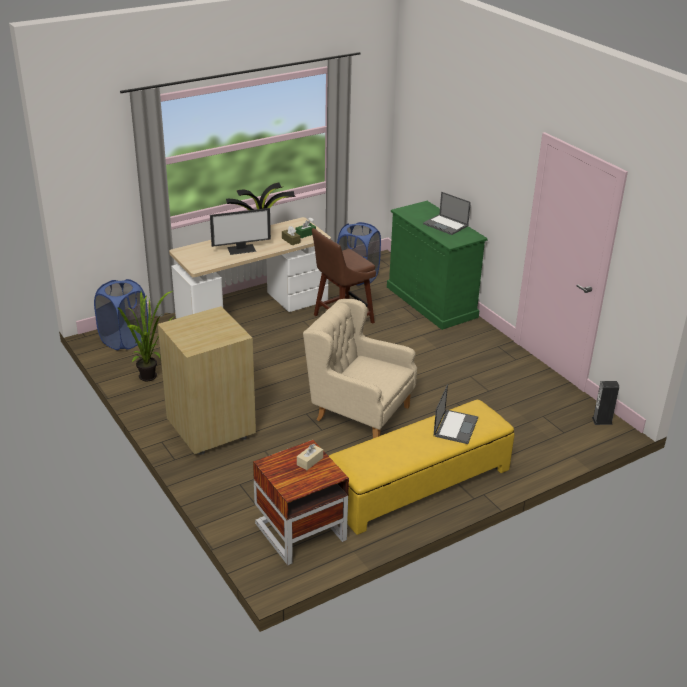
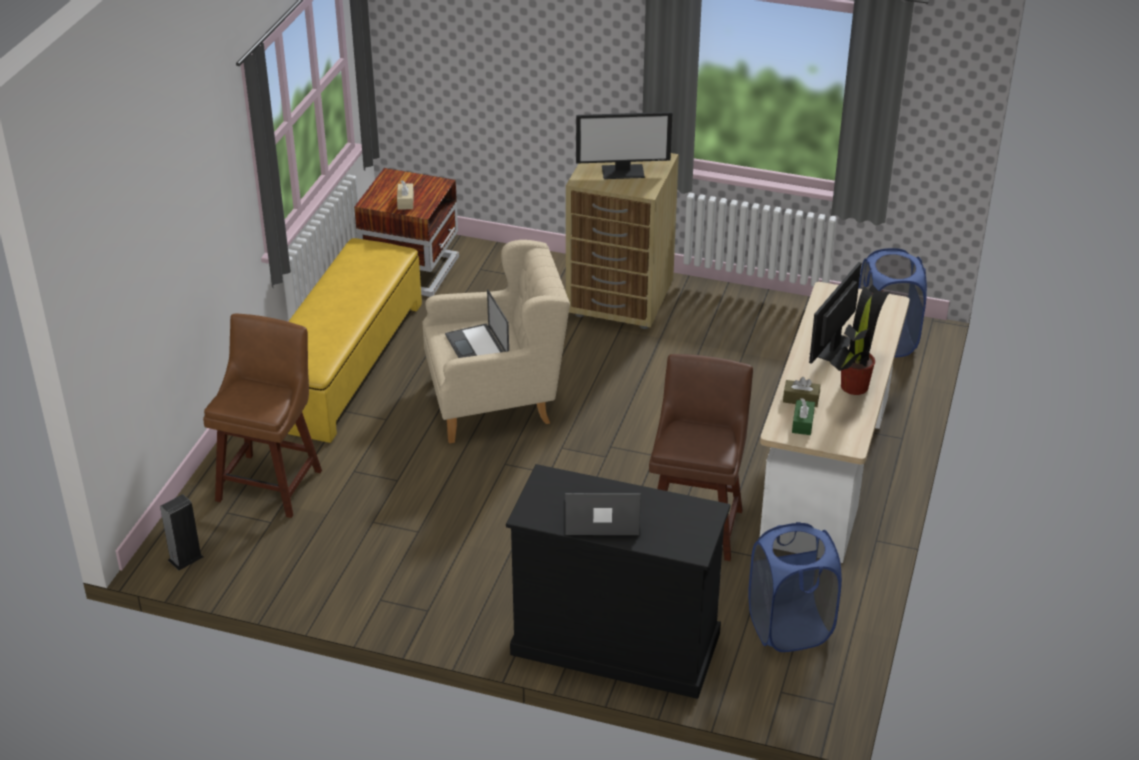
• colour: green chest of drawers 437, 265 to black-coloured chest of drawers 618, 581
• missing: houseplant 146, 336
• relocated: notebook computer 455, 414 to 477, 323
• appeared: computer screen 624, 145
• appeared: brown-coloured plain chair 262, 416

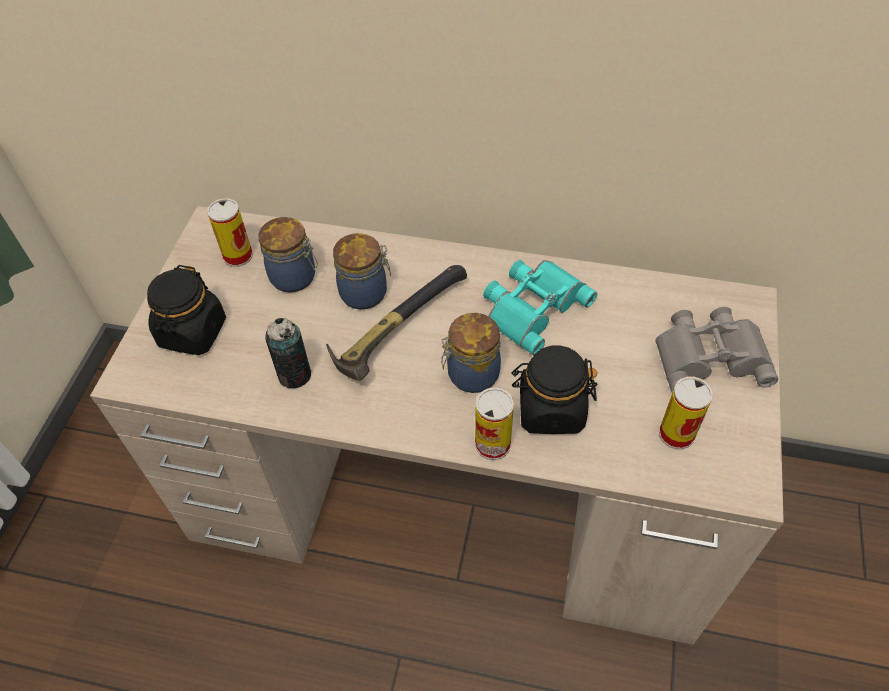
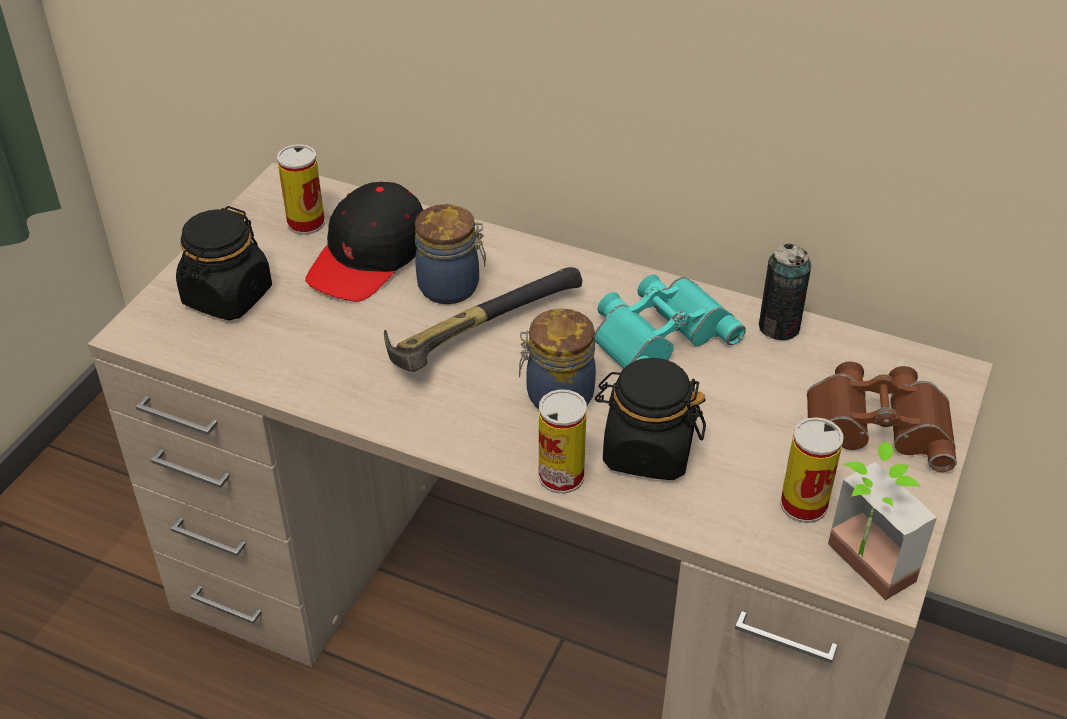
• exchanged: jar 288, 255 to black-coloured peaked cap 364, 242
• colour: gray binoculars 716, 350 to brown-coloured binoculars 882, 416
• relocated: metal can 288, 353 to 785, 291
• appeared: houseplant 882, 520

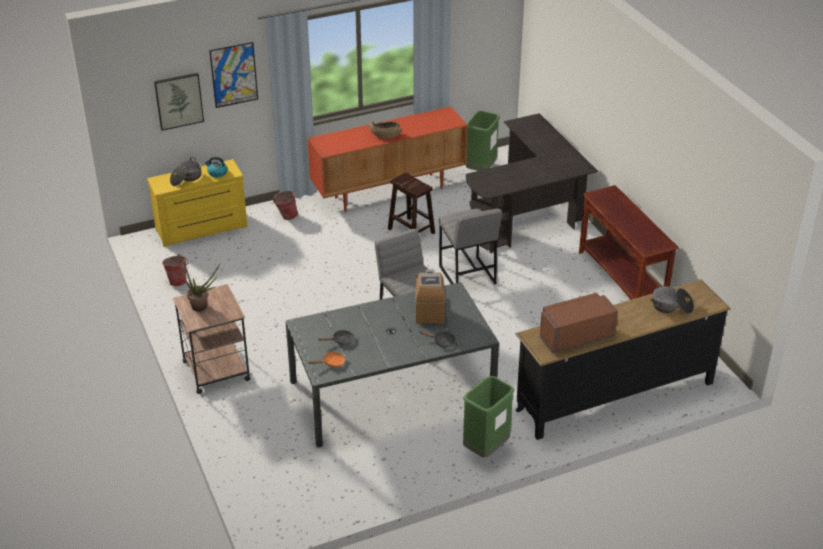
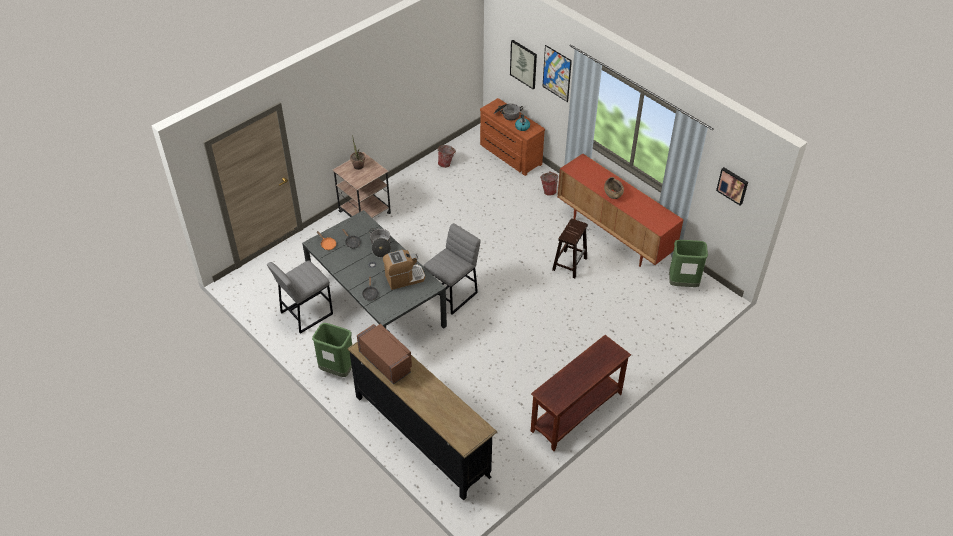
• missing: black-coloured desk unit 532, 183
• colour: yellowish chest of drawers 197, 203 to brown-coloured chest of drawers 512, 137
• relocated: gray stool seat 470, 246 to 299, 297
• relocated: cooking pot 672, 300 to 380, 242
• appeared: picture 732, 186

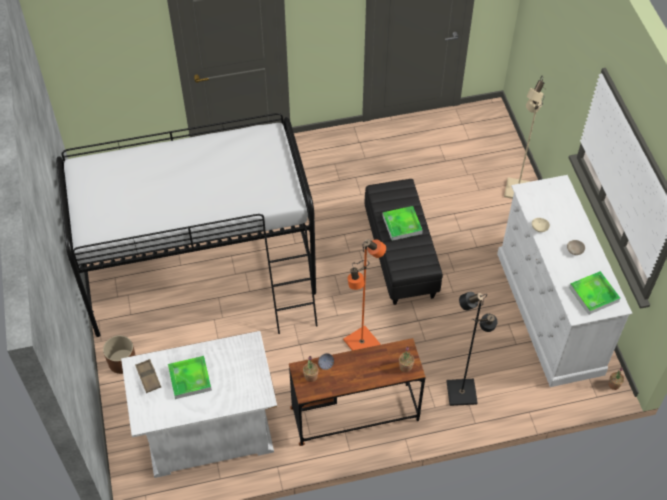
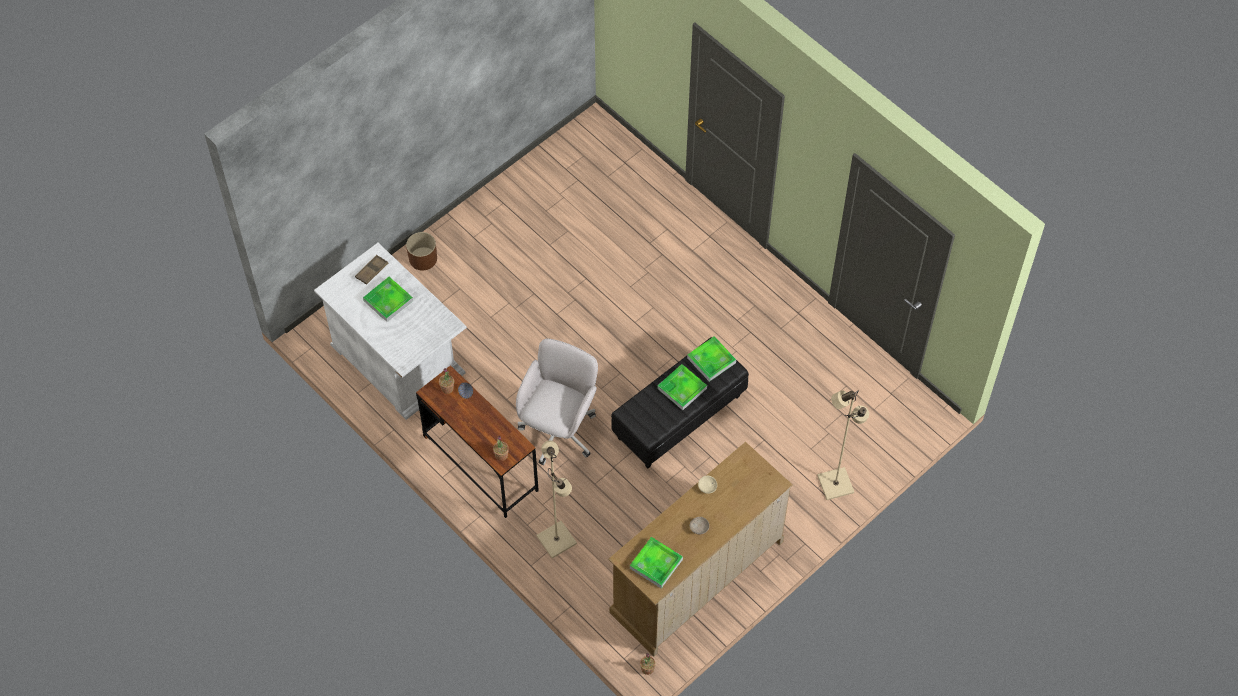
• missing: black-coloured sleeping bed 187, 225
• colour: white chest of drawers 564, 281 to brown-coloured chest of drawers 700, 549
• exchanged: orange-coloured standard lamp 364, 294 to white computer chair 557, 401
• colour: black-coloured standard lamp 471, 349 to beige standard lamp 557, 499
• appeared: tray 711, 359

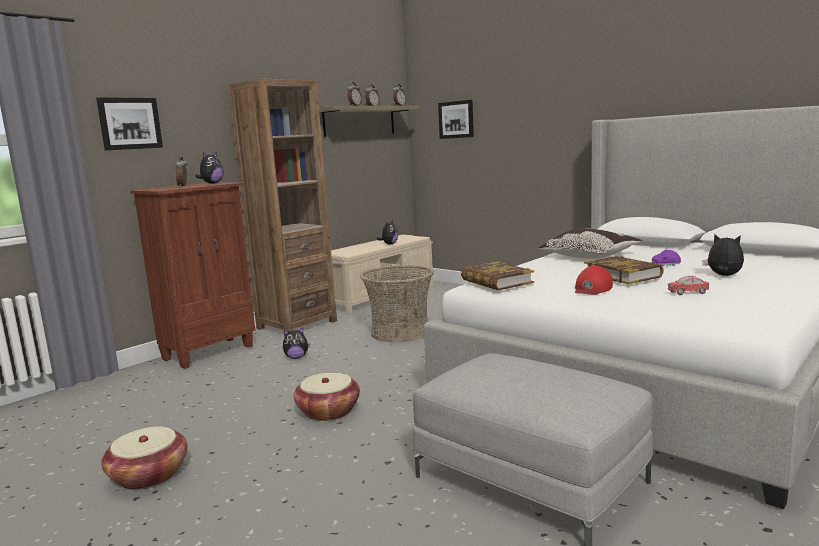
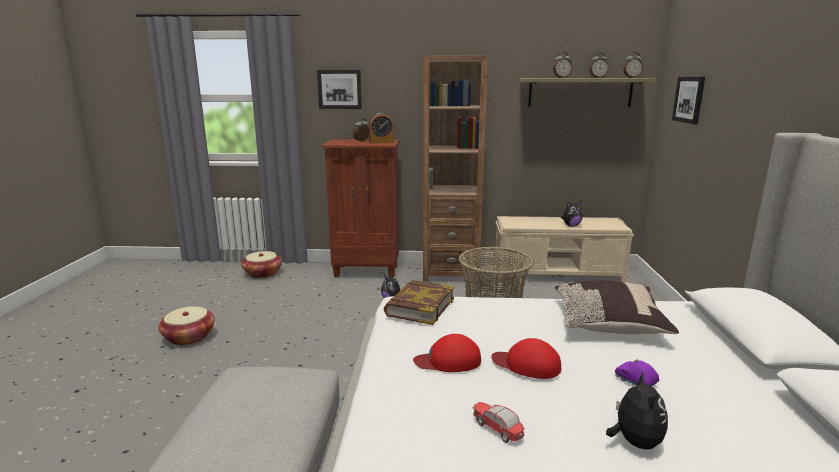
• exchanged: cuddly toy 209, 167 to alarm clock 381, 128
• exchanged: bound book 624, 270 to red-coloured peaked cap 526, 358
• relocated: household basket 327, 397 to 261, 264

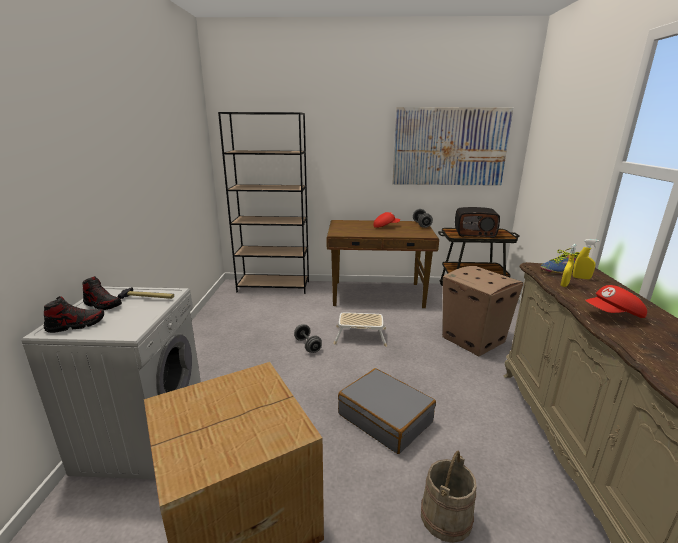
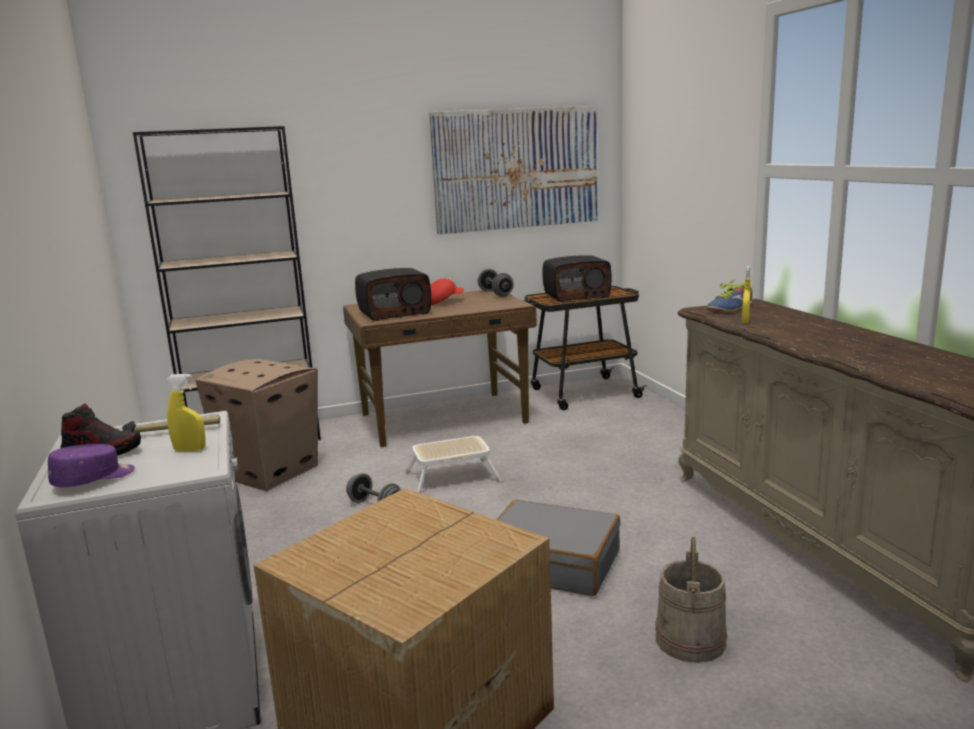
• relocated: yellowish spray bottle 586, 259 to 186, 412
• relocated: packing box 483, 311 to 256, 425
• missing: red-coloured peaked cap 616, 301
• exchanged: low shoe 74, 314 to purple-coloured peaked cap 91, 465
• appeared: radio 393, 294

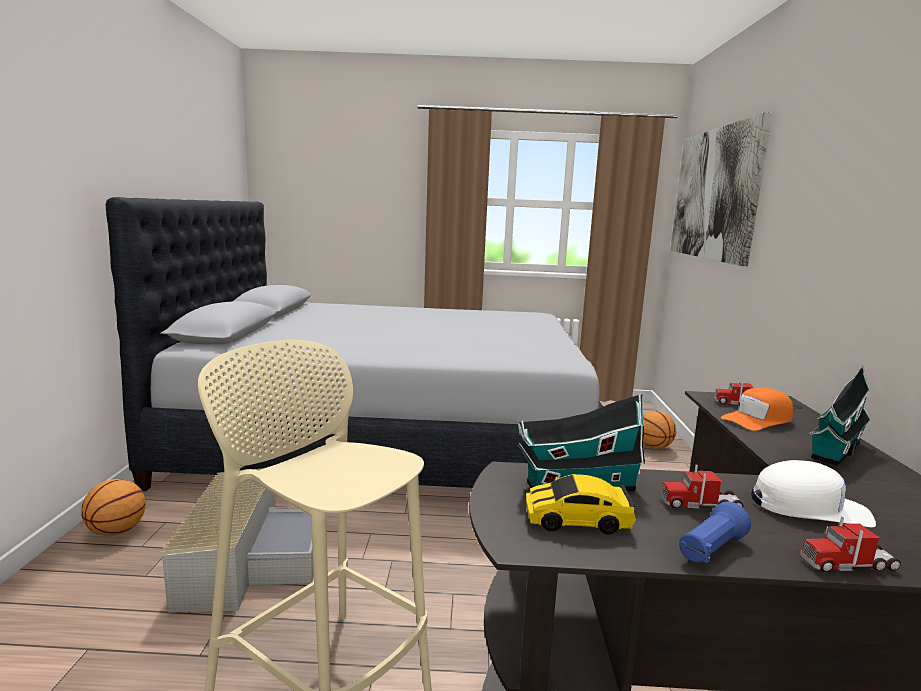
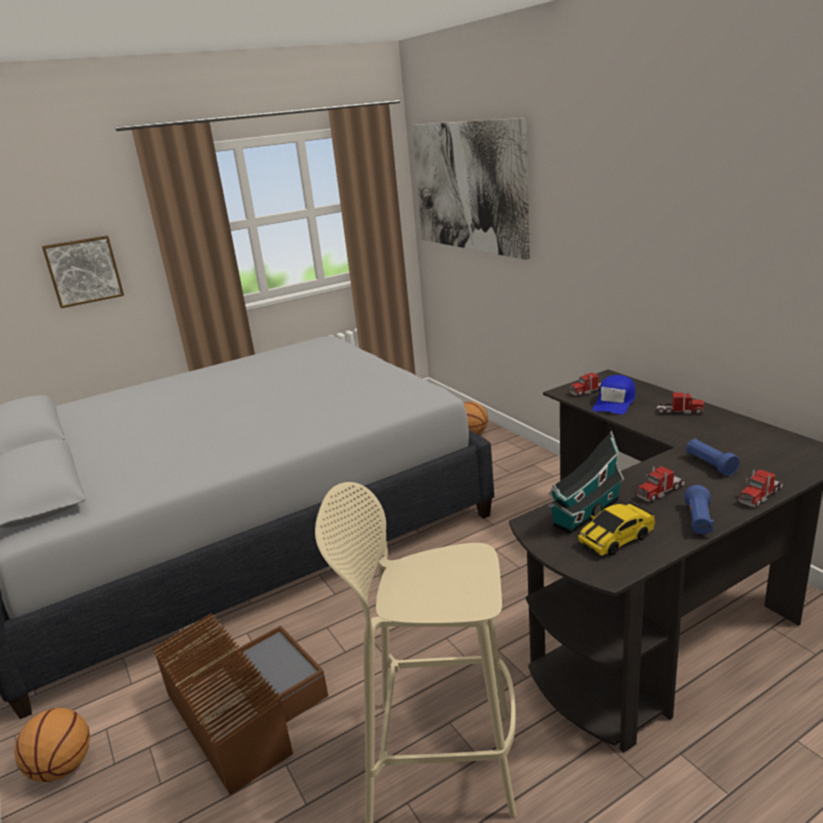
• exchanged: model house 840, 416 to toy lorry 680, 401
• colour: orange-coloured peaked cap 757, 409 to blue-coloured peaked cap 614, 394
• exchanged: white peaked cap 813, 493 to blue-coloured torch 713, 457
• colour: gray storage bin 237, 540 to brown-coloured storage bin 240, 704
• appeared: picture 83, 272

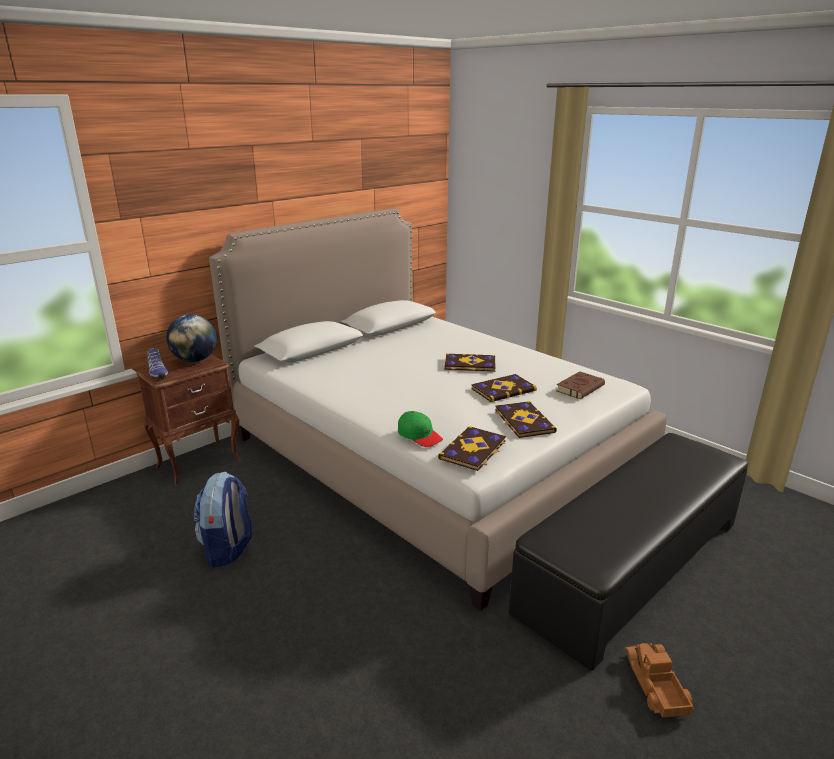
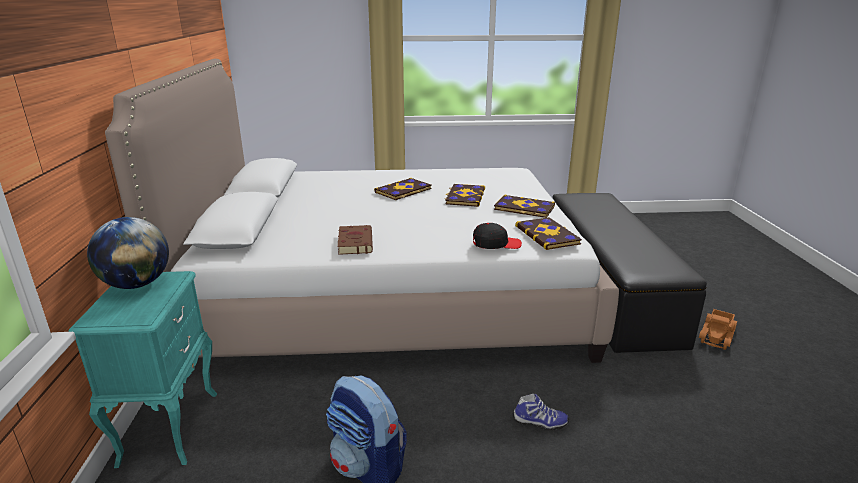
• relocated: low shoe 157, 363 to 541, 412
• colour: brown-coloured night table 188, 420 to turquoise night table 142, 369
• relocated: brown-coloured bound book 580, 385 to 355, 240
• colour: green peaked cap 420, 429 to black-coloured peaked cap 497, 236
• spun: toy lorry 659, 680 = 718, 329 90 degrees counterclockwise

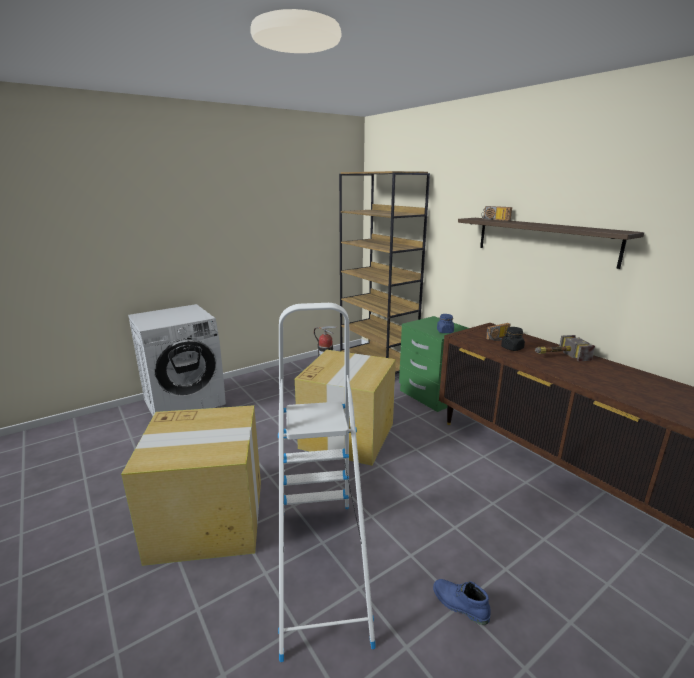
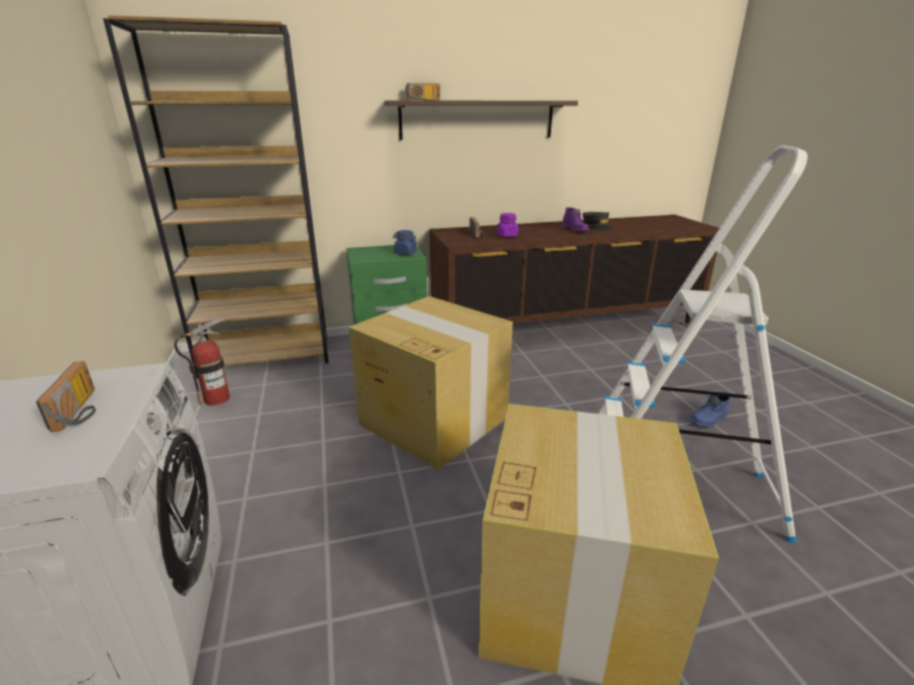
• colour: black-coloured jar 513, 339 to purple-coloured jar 507, 225
• missing: tool hammer 565, 348
• appeared: purple-coloured boot 575, 219
• appeared: gray peaked cap 597, 221
• appeared: radio 66, 396

